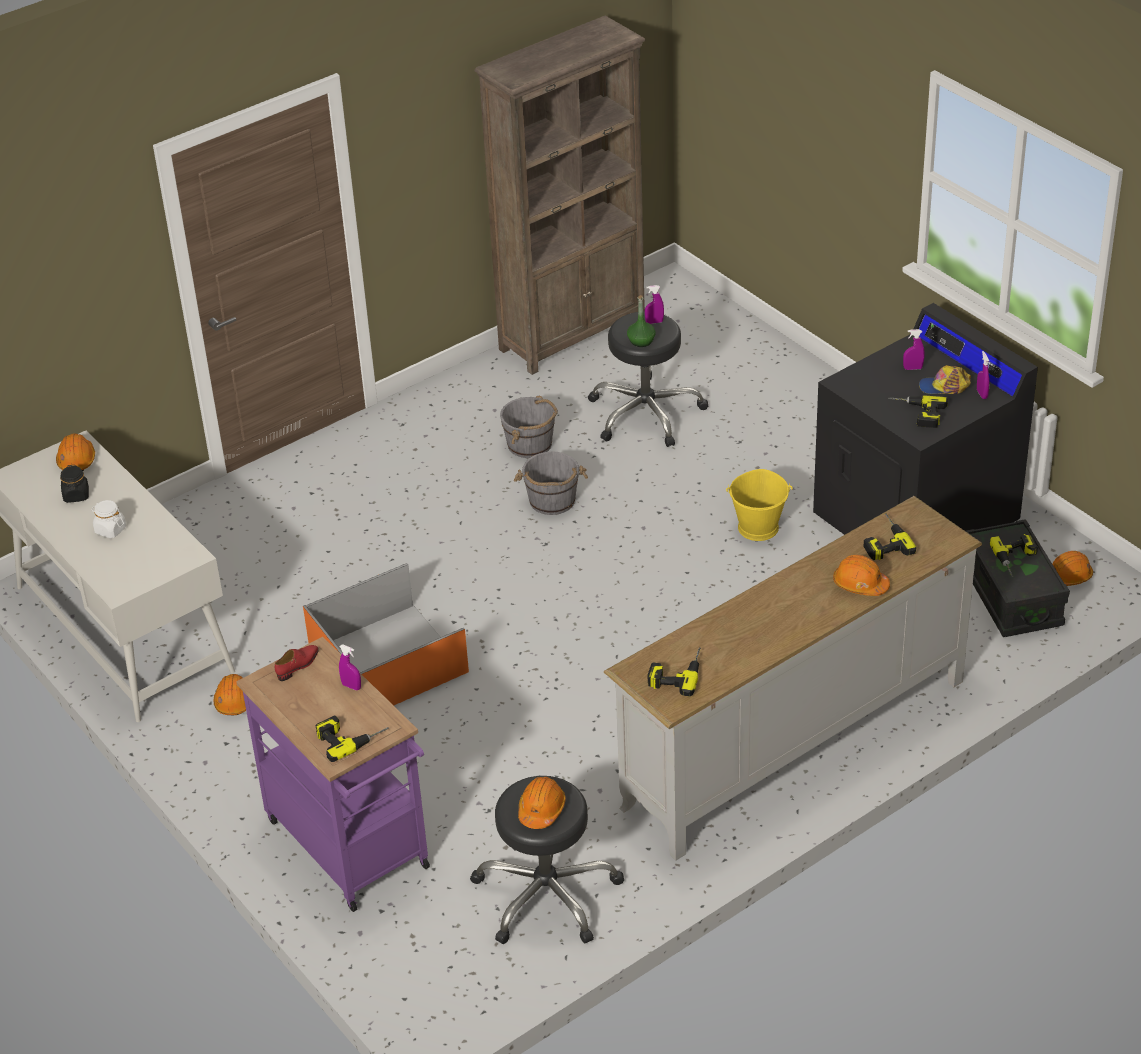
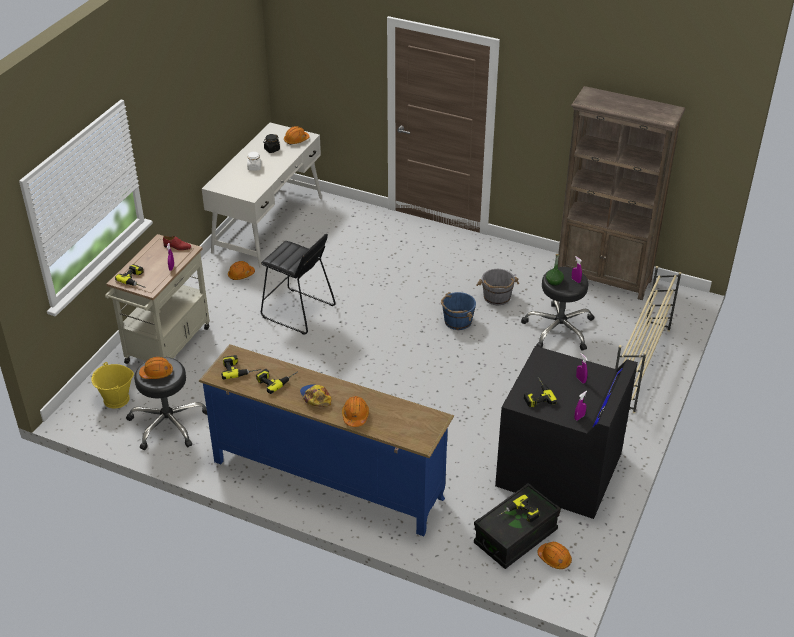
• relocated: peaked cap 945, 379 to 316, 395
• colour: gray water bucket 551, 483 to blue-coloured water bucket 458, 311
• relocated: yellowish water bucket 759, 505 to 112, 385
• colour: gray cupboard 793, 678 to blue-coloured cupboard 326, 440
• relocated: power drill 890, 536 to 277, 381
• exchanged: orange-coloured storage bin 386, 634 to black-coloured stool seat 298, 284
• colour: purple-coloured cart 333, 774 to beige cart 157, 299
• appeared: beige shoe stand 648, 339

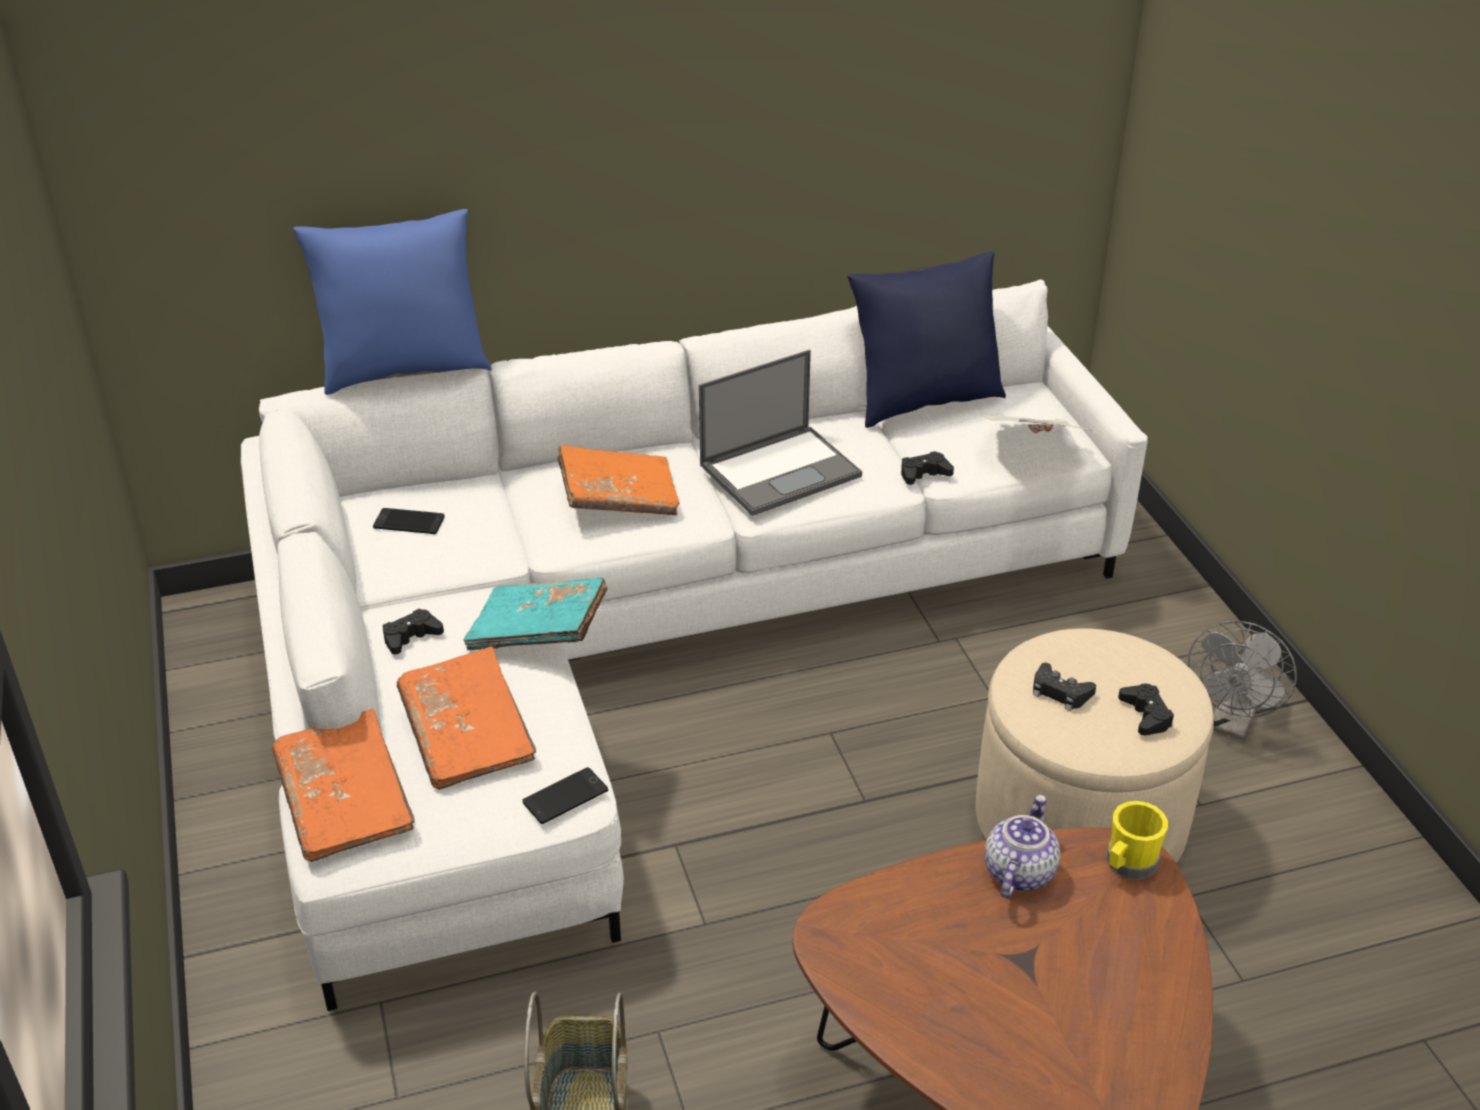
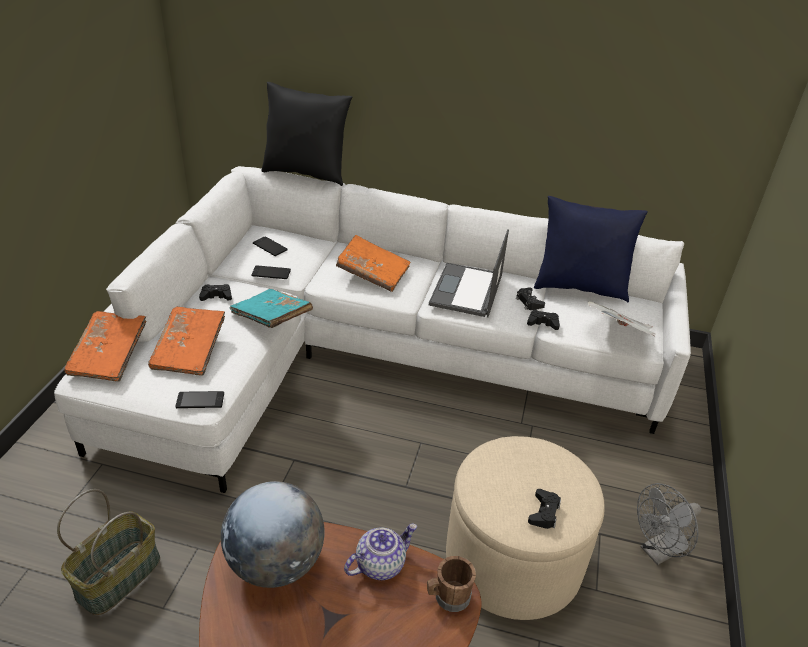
• colour: blue-coloured cushion 392, 302 to black-coloured cushion 306, 134
• spun: notebook computer 780, 433 = 469, 273 105 degrees clockwise
• relocated: black-coloured joypad 1064, 687 to 530, 298
• colour: yellowish tea mug 1137, 840 to brown-coloured tea mug 451, 584
• appeared: telephone 271, 272
• appeared: globe 272, 534

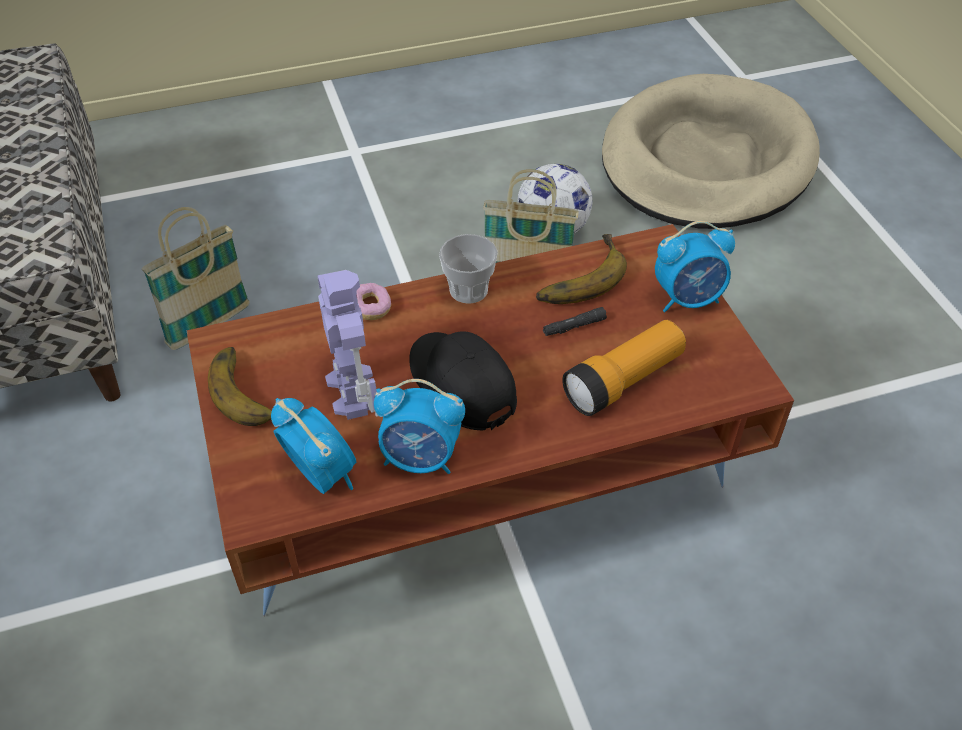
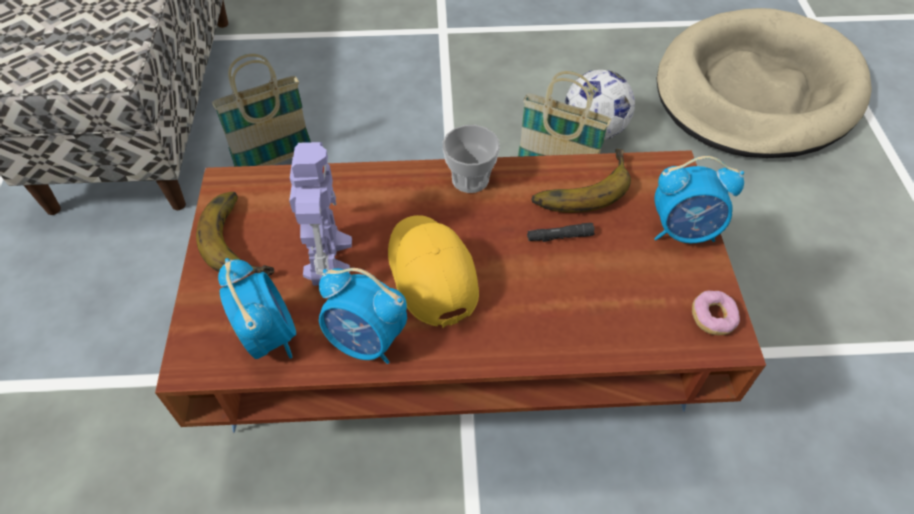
• relocated: donut 373, 301 to 716, 313
• missing: torch 624, 368
• colour: black-coloured peaked cap 463, 380 to yellowish peaked cap 433, 271

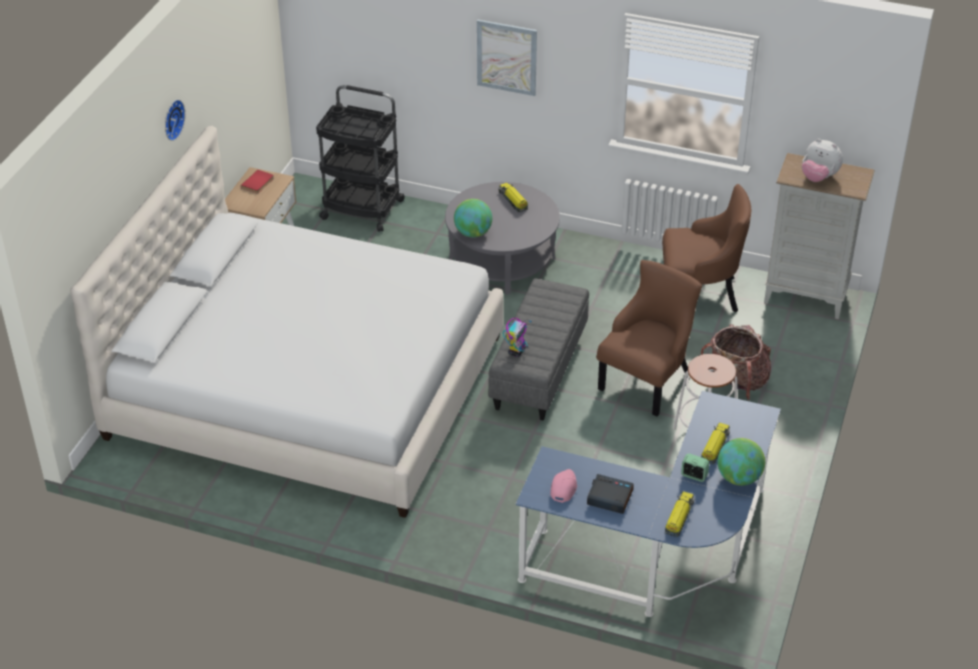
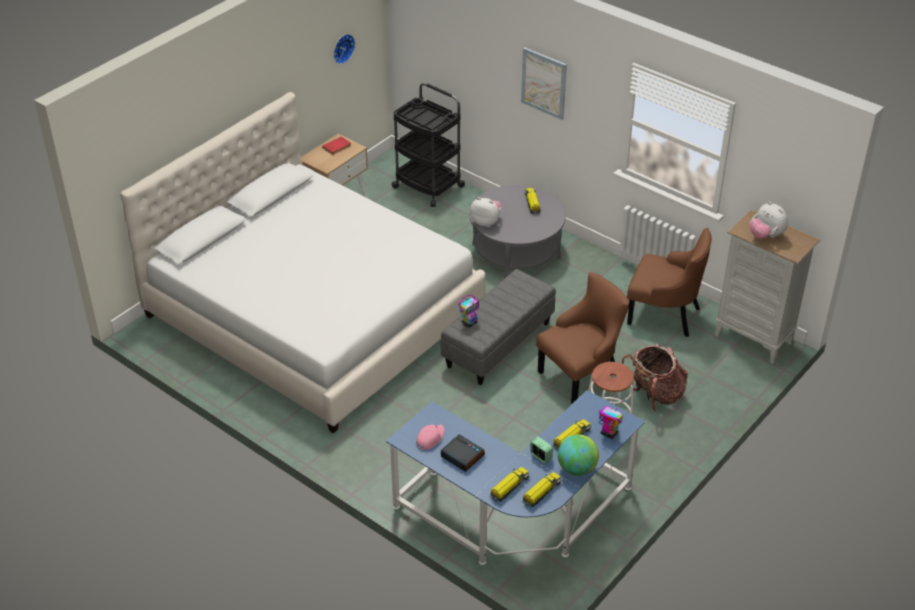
• relocated: clock on the wall 175, 120 to 344, 49
• exchanged: globe 473, 218 to cuddly toy 485, 212
• appeared: model robot 612, 417
• appeared: toy lorry 541, 490

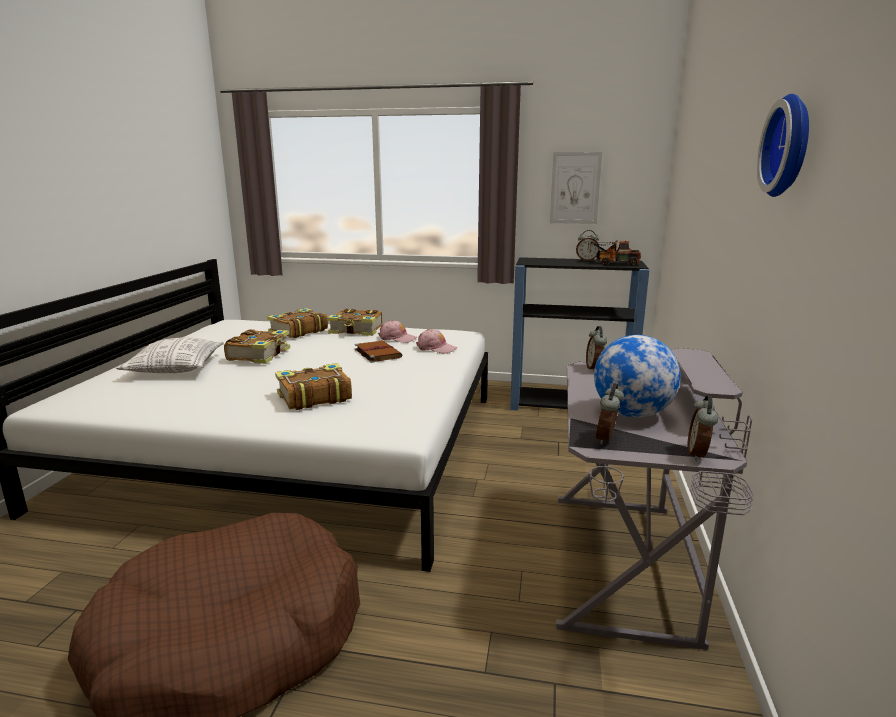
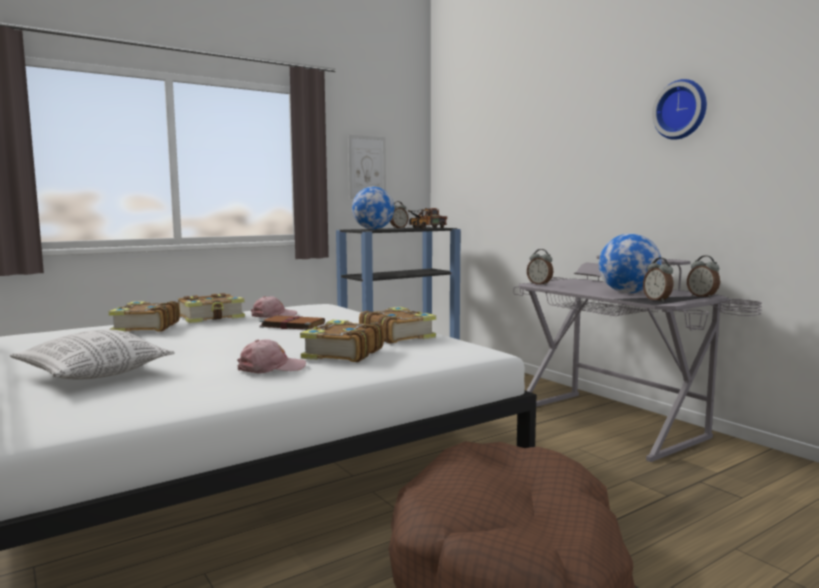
• relocated: bound book 257, 346 to 397, 325
• relocated: pink peaked cap 436, 341 to 271, 356
• appeared: globe 373, 208

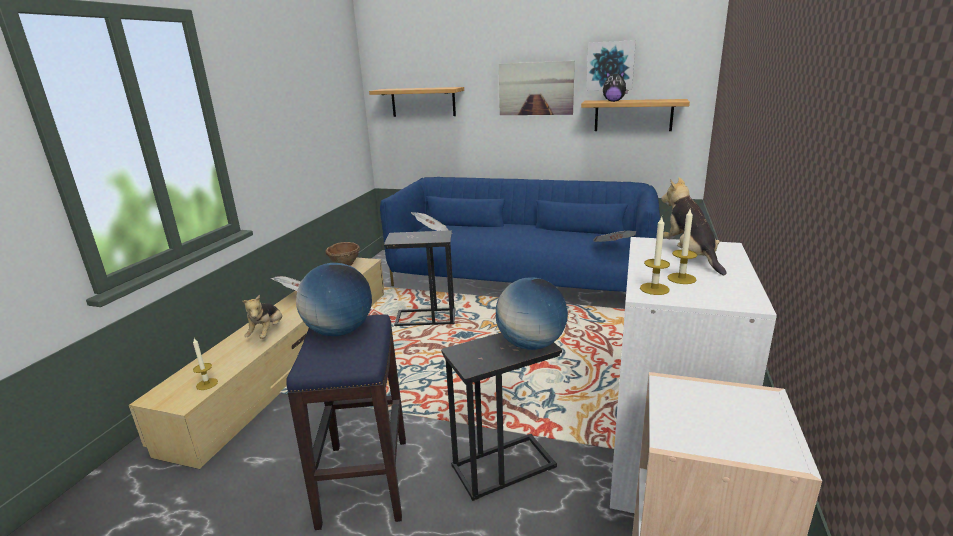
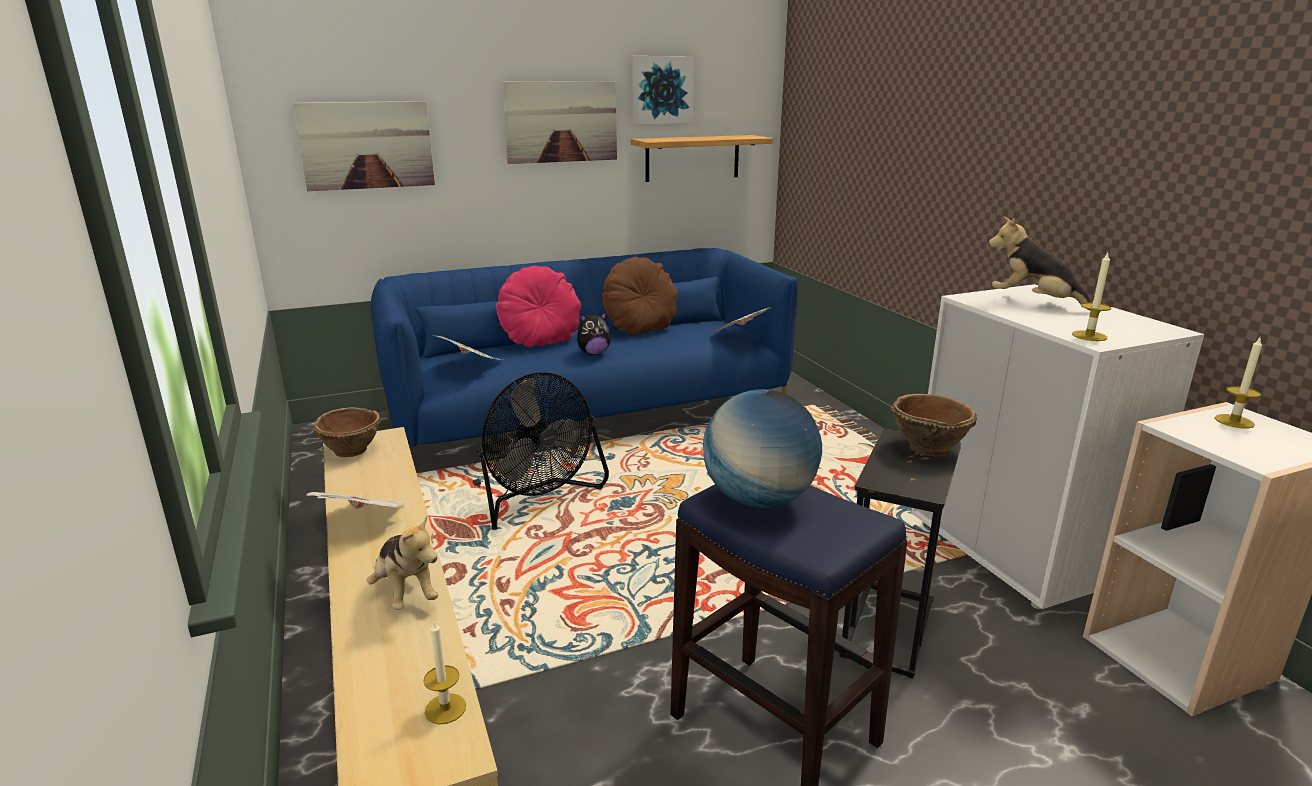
• relocated: cuddly toy 615, 86 to 594, 333
• exchanged: bracket shelf 416, 102 to picture 364, 146
• relocated: wax light 682, 246 to 1238, 382
• exchanged: black-coloured accent table 420, 278 to black-coloured cooling fan 541, 451
• exchanged: globe 532, 313 to brown-coloured serving bowl 933, 425
• appeared: brown-coloured cushion 640, 296
• appeared: pink cushion 538, 306

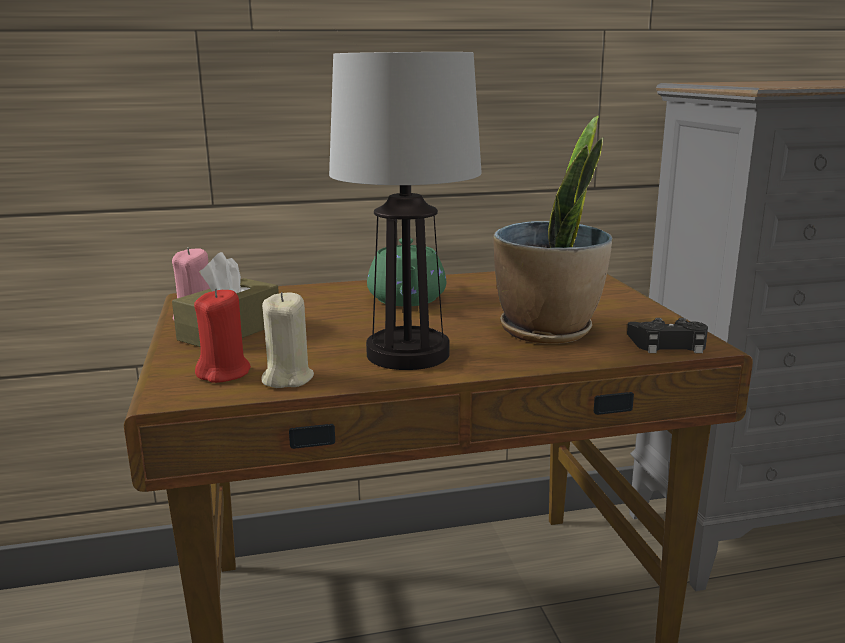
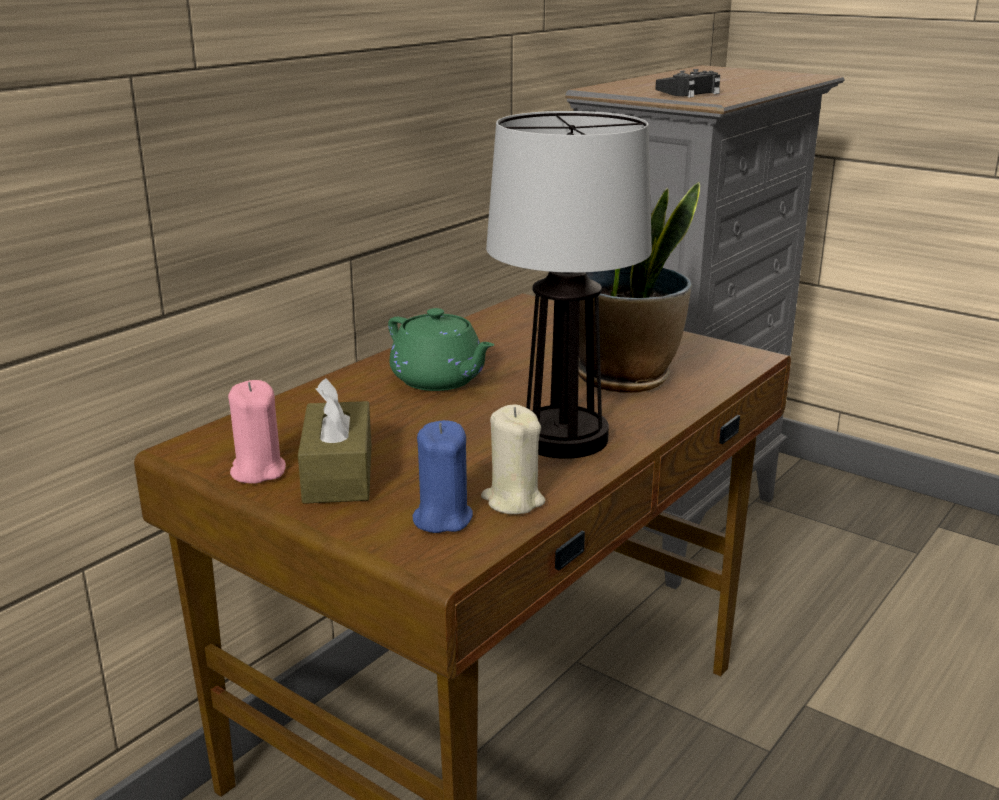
• colour: red-coloured wax light 222, 335 to blue-coloured wax light 443, 476
• relocated: black-coloured joypad 667, 335 to 687, 83

